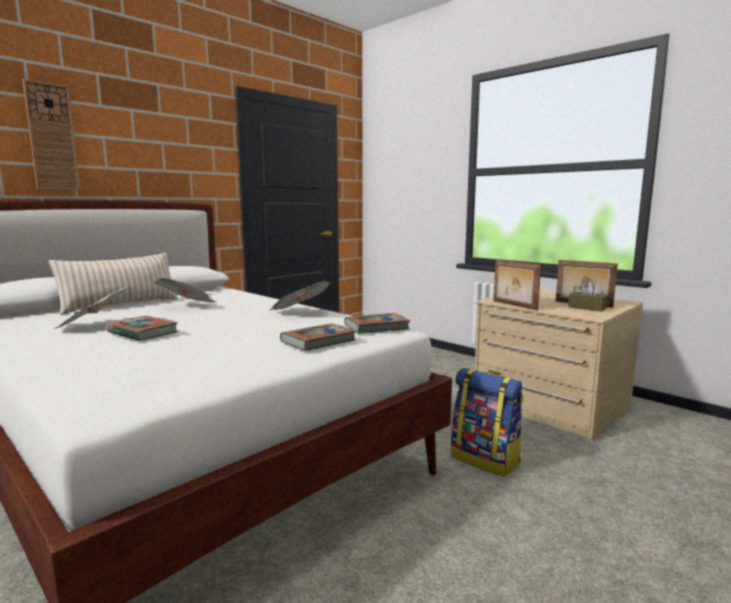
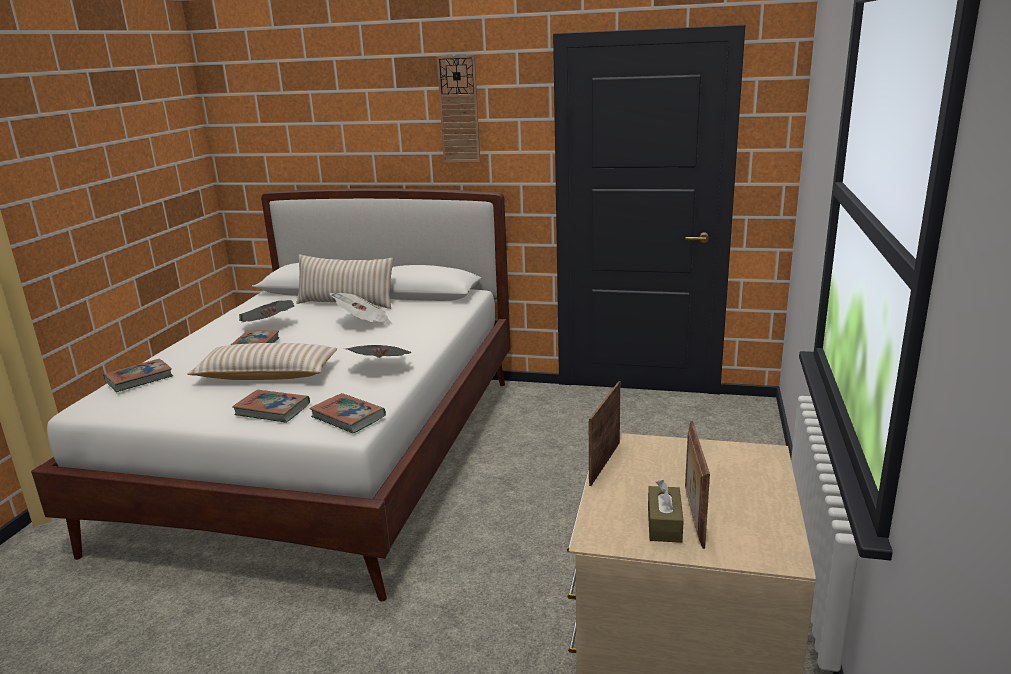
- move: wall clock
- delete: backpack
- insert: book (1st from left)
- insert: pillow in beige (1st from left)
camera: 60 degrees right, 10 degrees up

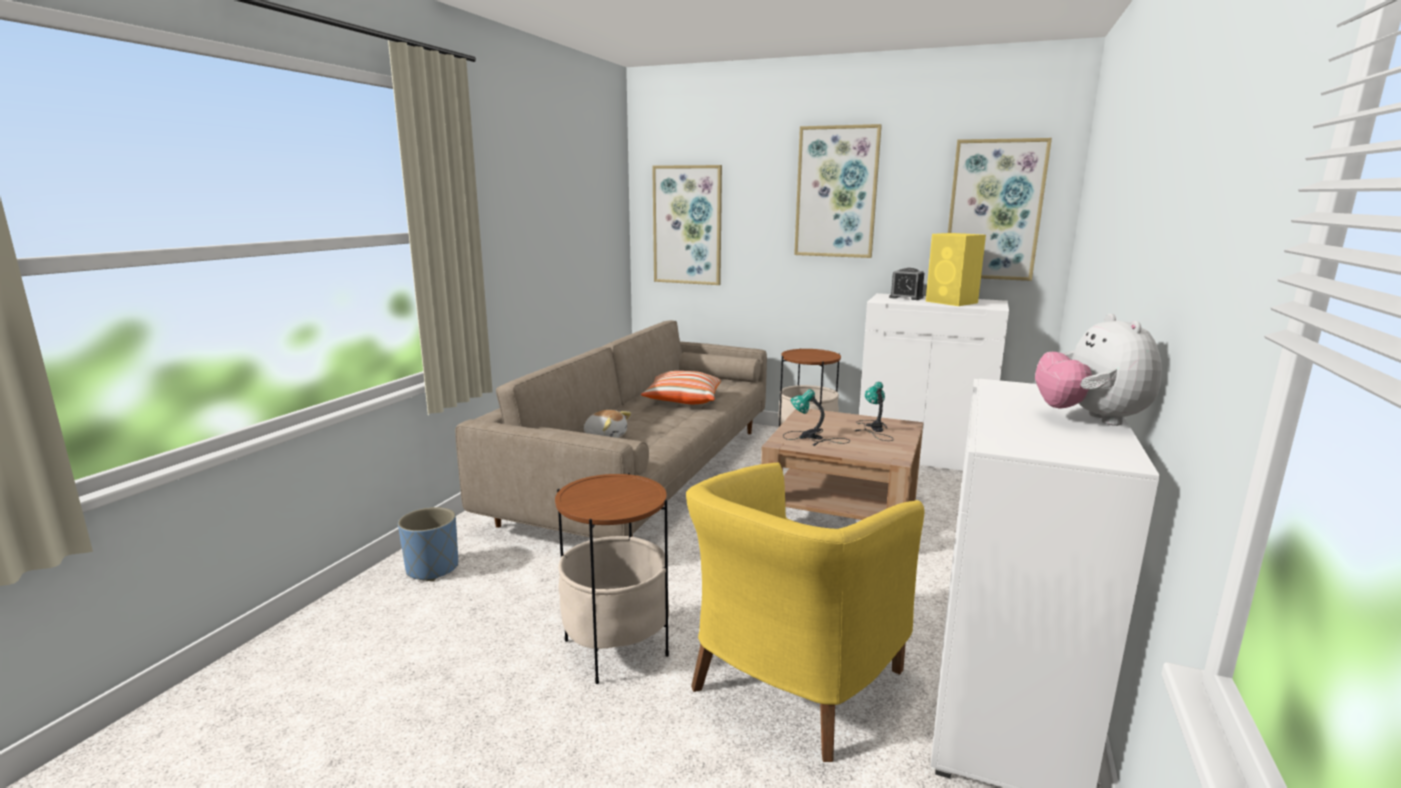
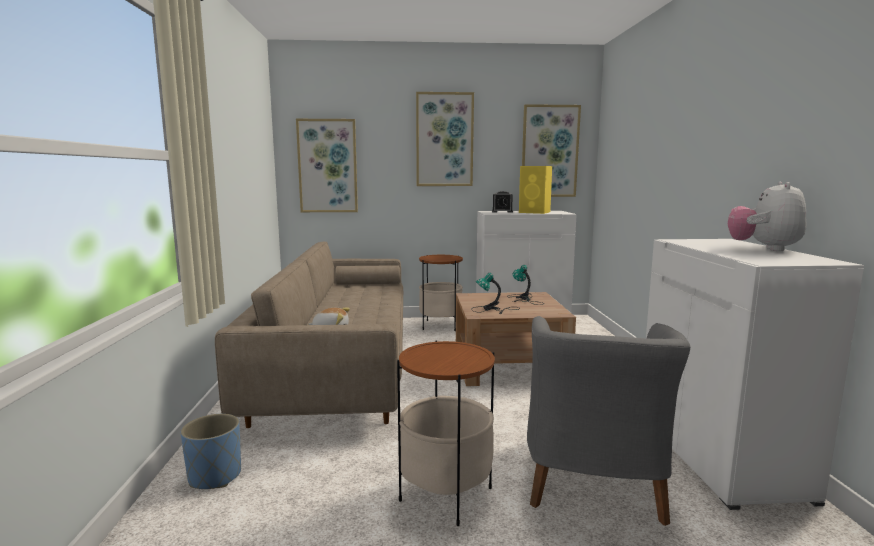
- delete: pillow
- recolor: armchair in yellow to armchair in grey
- rotate: plush toy (2nd from left) 45 degrees clockwise
camera: 25 degrees left, 5 degrees down

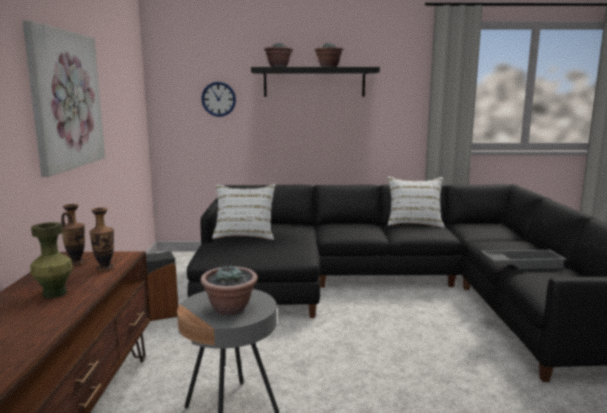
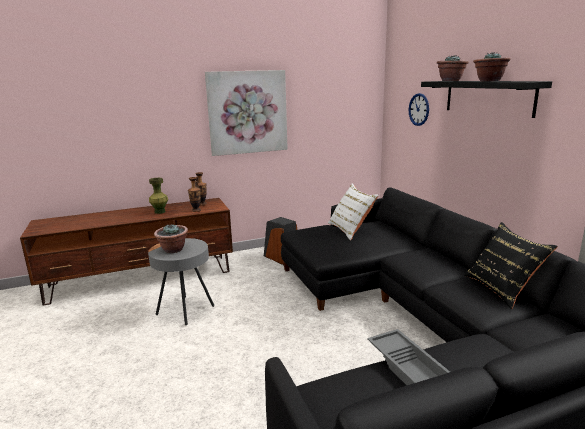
- recolor: pillow in white (2nd from left) to pillow in black
camera: 70 degrees right, 5 degrees up

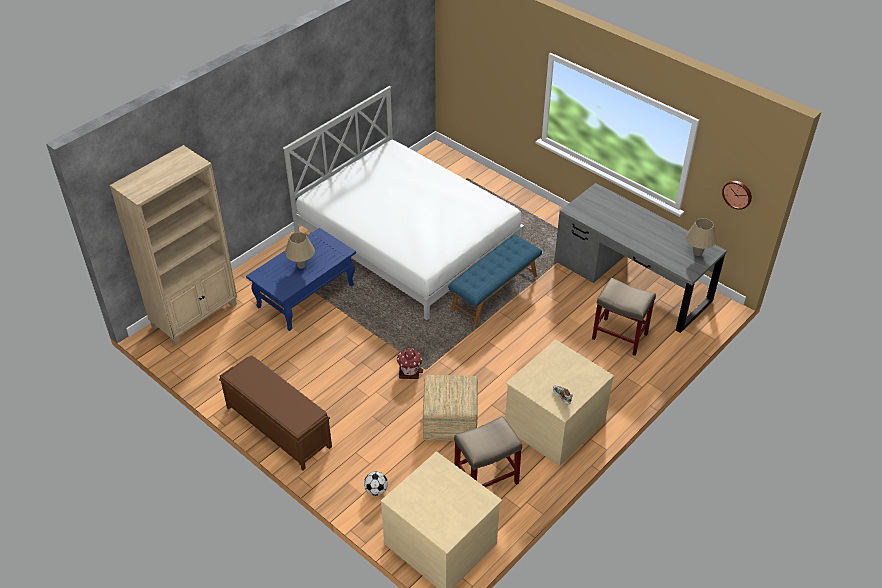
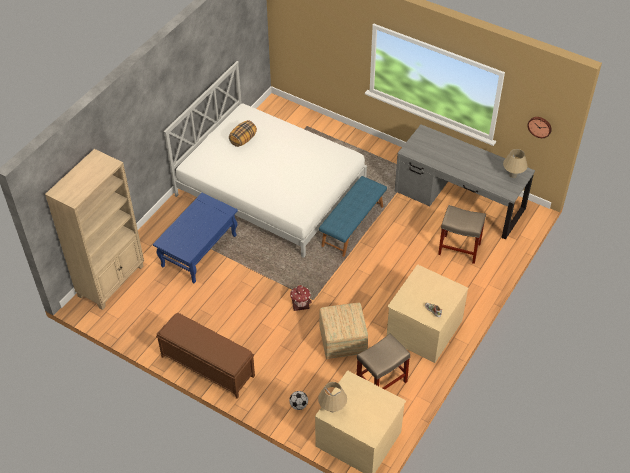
- move: table lamp in beige (1st from left)
- insert: pillow
camera: 10 degrees left, 5 degrees up

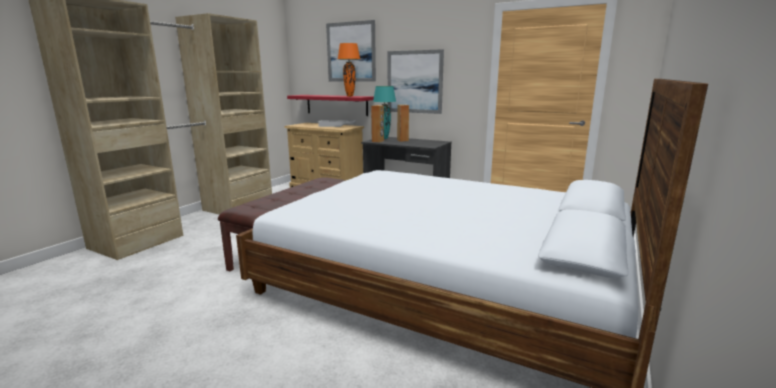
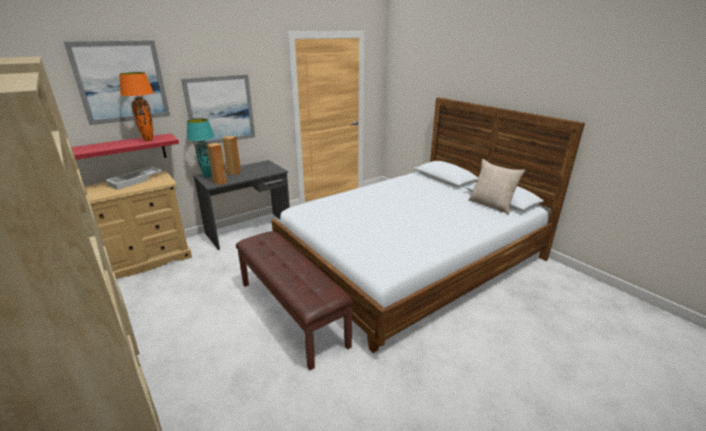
- insert: pillow in beige
camera: 65 degrees left, 10 degrees up

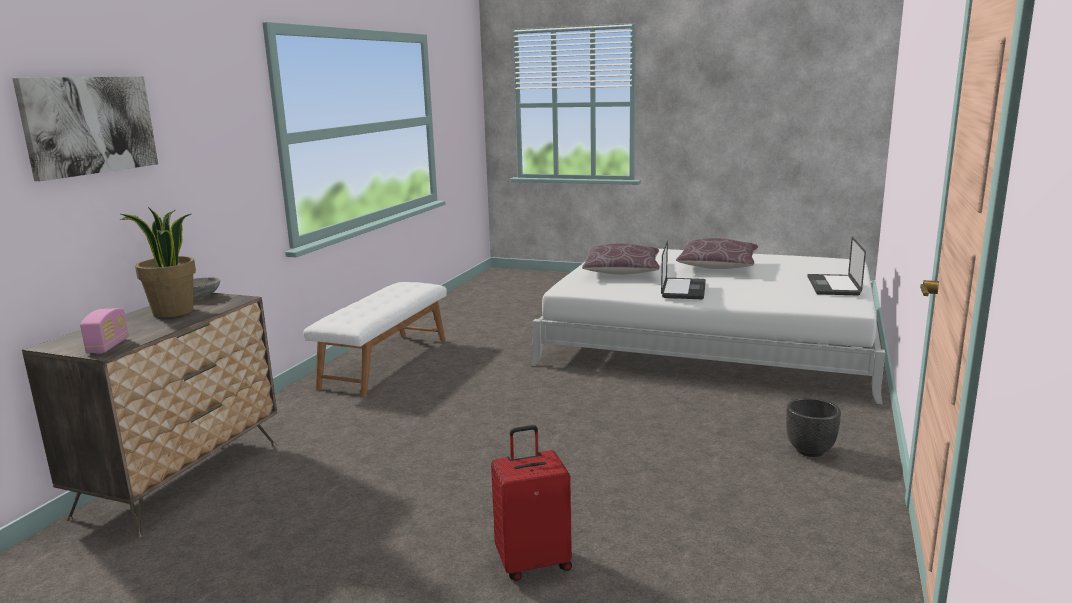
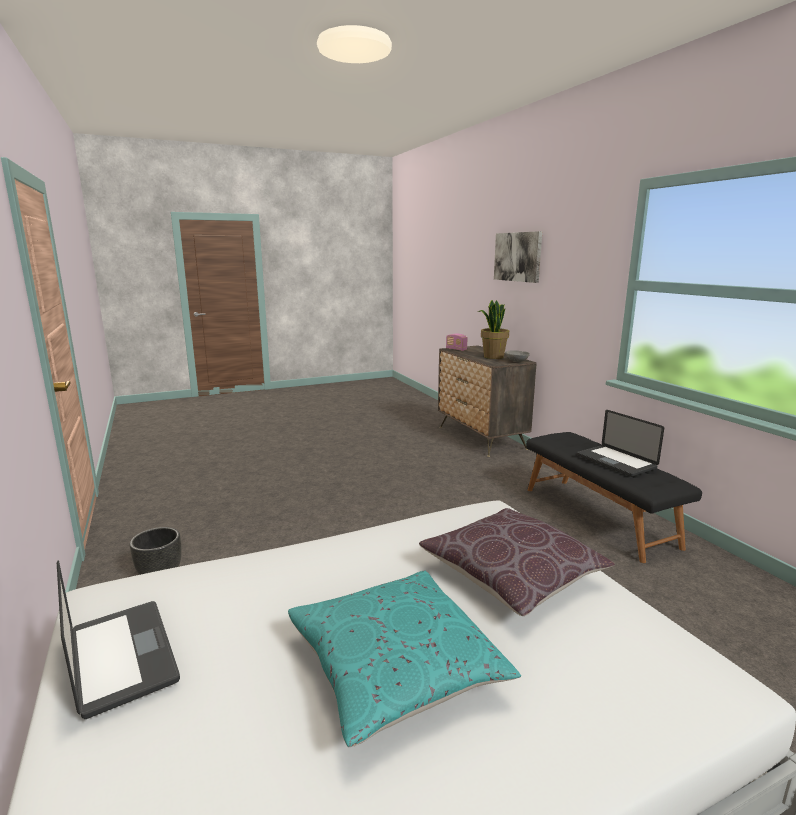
- recolor: bench in white to bench in black
- delete: suitcase in red
- move: laptop (1st from left in the first image) to laptop (2nd from left)
- recolor: pillow in brown (2nd from left) to pillow in turquoise
camera: 135 degrees right, 0 degrees up

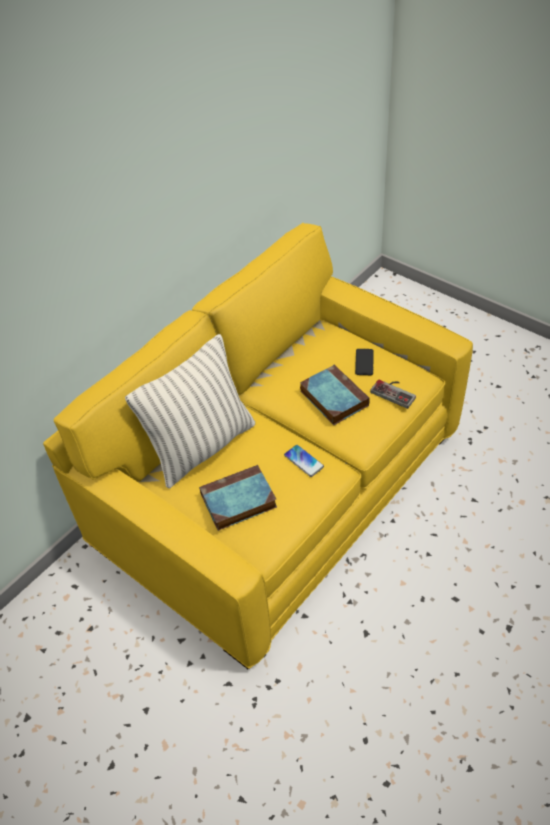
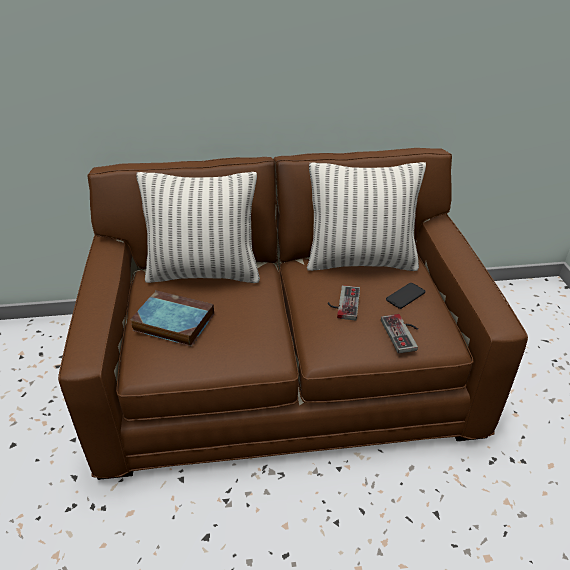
- recolor: sofa in yellow to sofa in brown
- delete: phone (1st from left)
- replace: book (2nd from left) to game controller (1st from left)
- insert: pillow (2nd from left)
camera: 40 degrees right, 10 degrees down

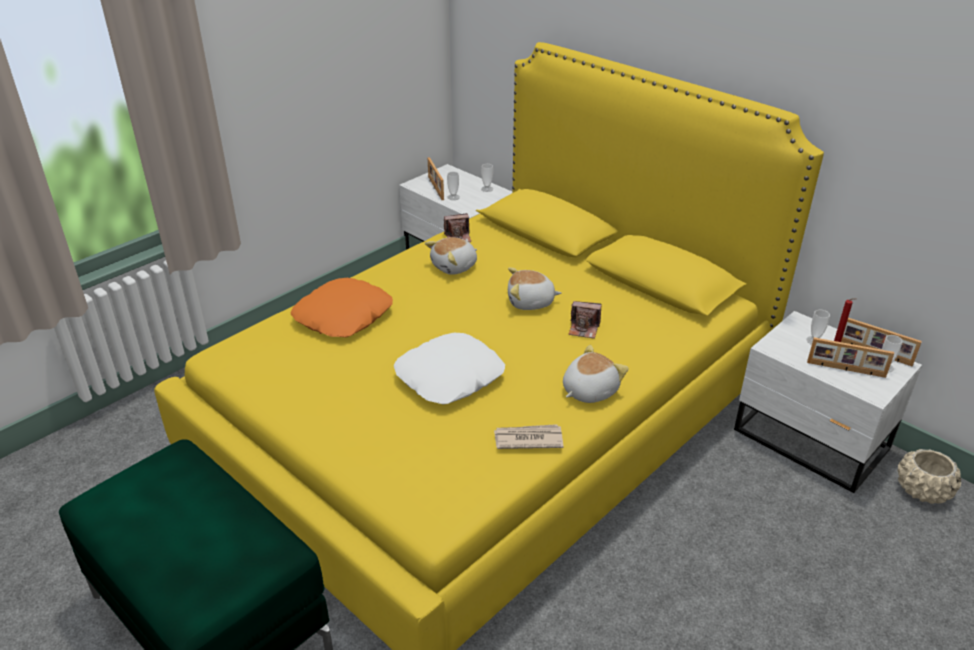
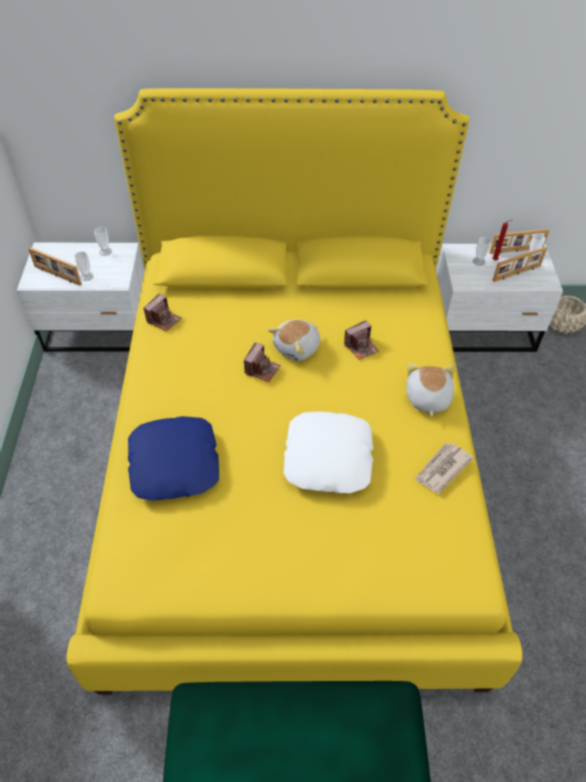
- recolor: pillow in orange to pillow in blue
- delete: plush toy (1st from left)
- insert: photo camera (2nd from left)
camera: 45 degrees left, 15 degrees up

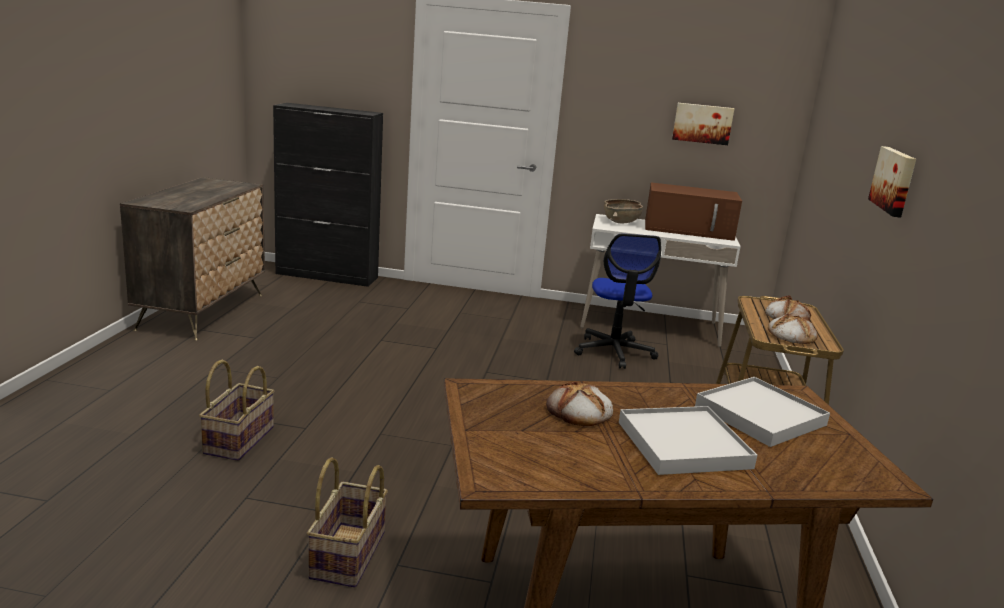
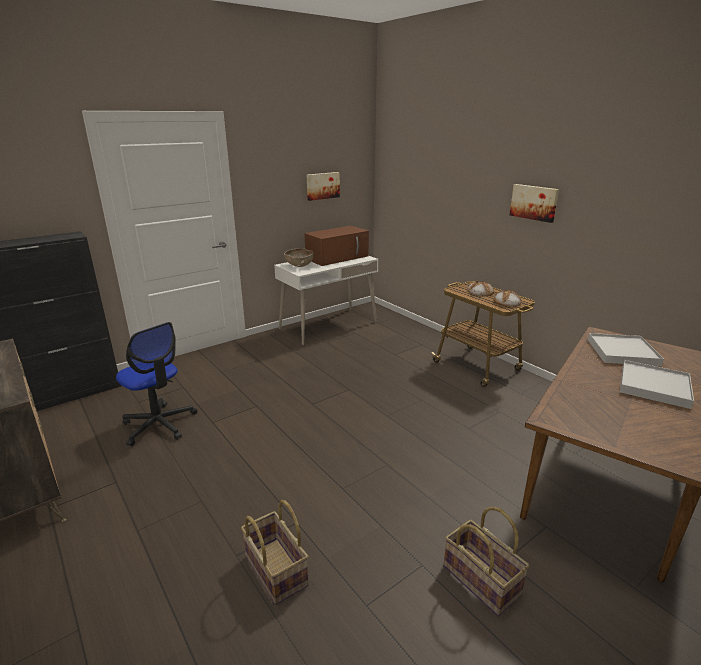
- delete: bread (1st from left)
- move: office chair
camera: 45 degrees left, 5 degrees up

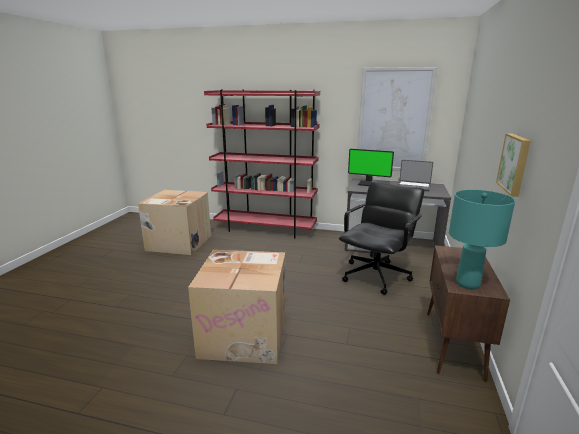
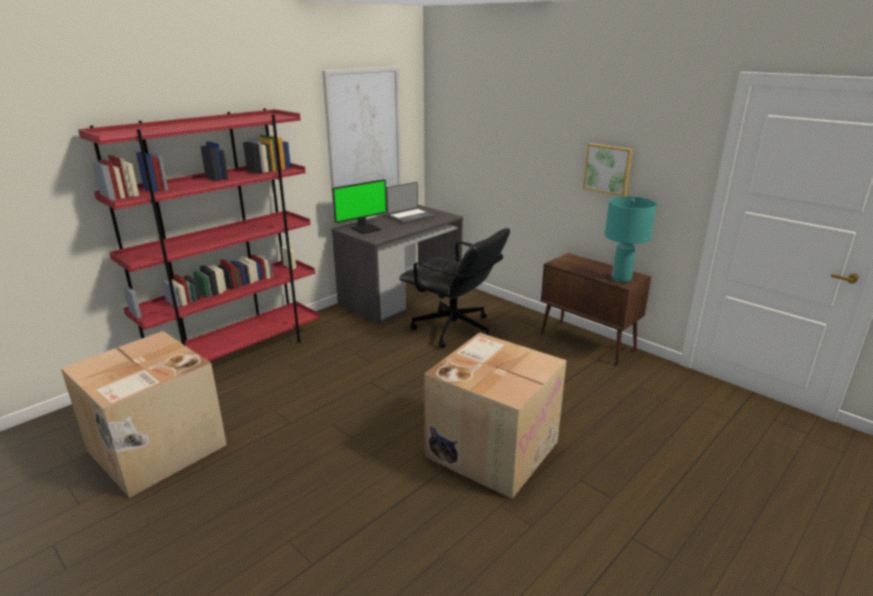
- rotate: office chair in black 150 degrees clockwise
camera: 60 degrees left, 5 degrees up

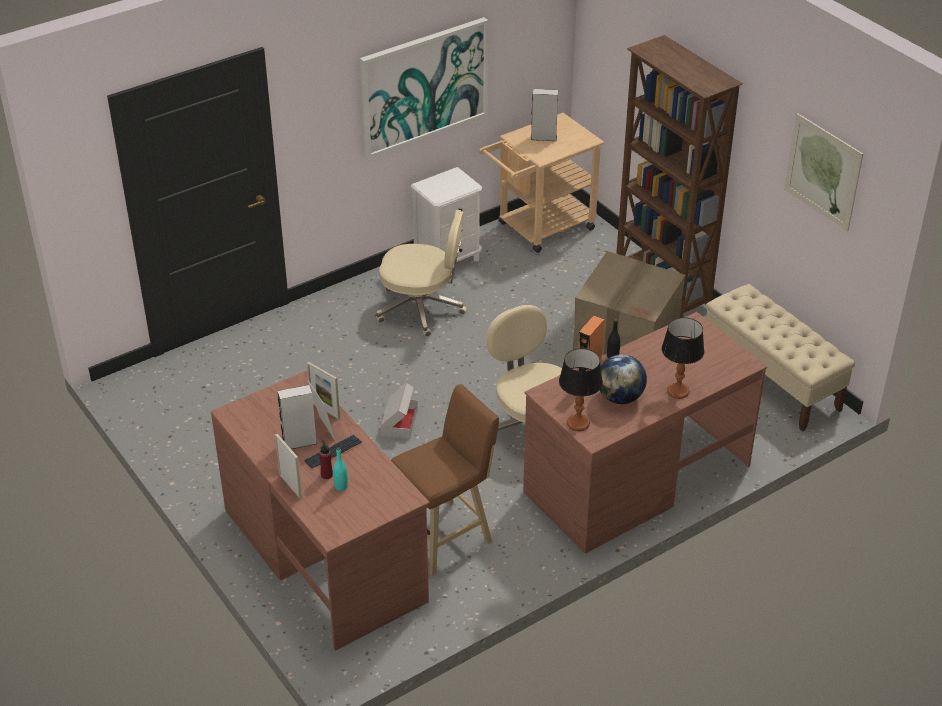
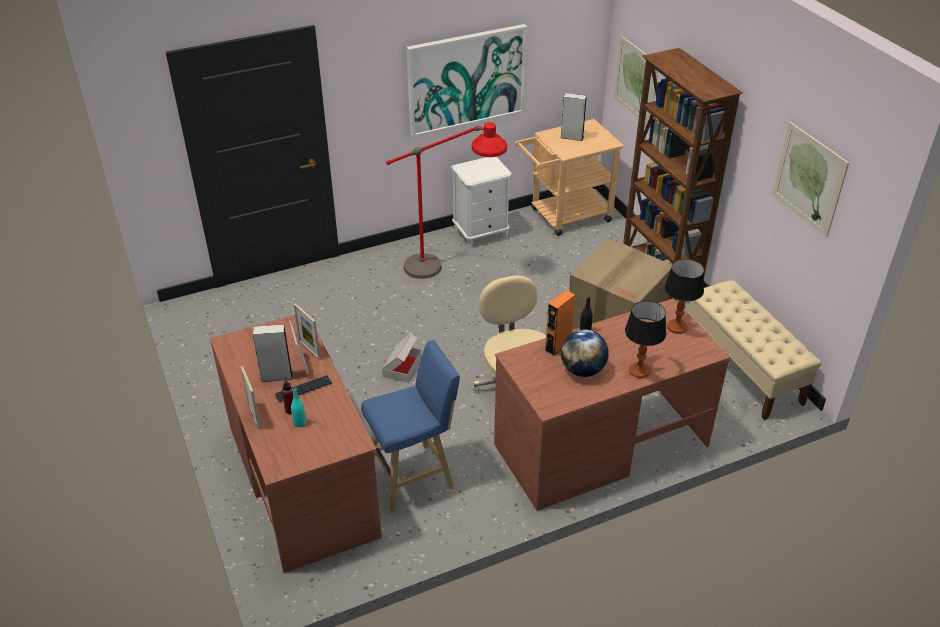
- replace: office chair in beige (1st from left) to floor lamp in red
- recolor: stool in brown to stool in blue
- move: table lamp (1st from left in the first image) to table lamp (2nd from left)
- insert: picture (2nd from left)
camera: 10 degrees right, 0 degrees up

